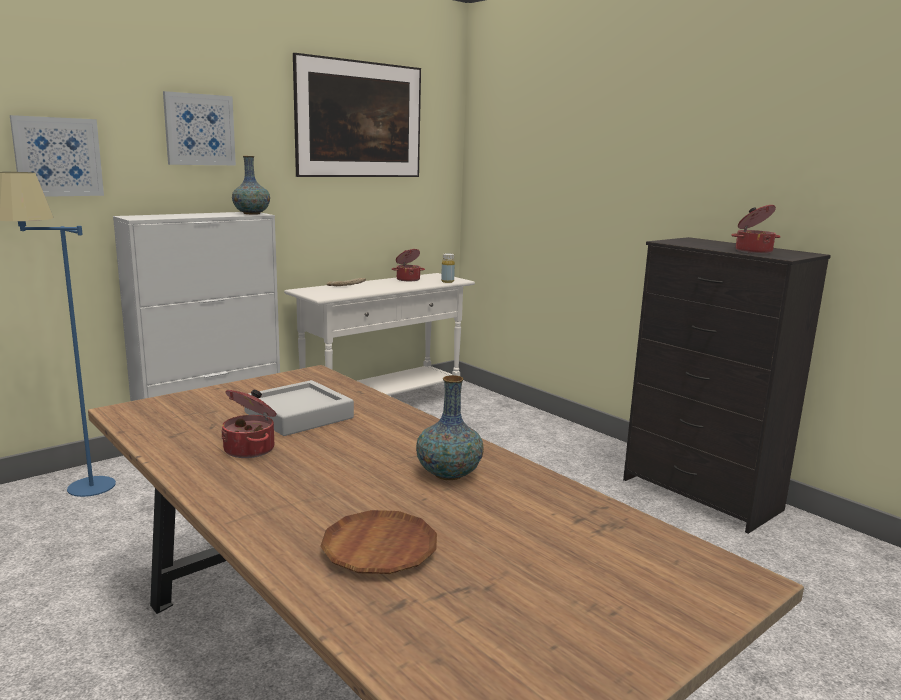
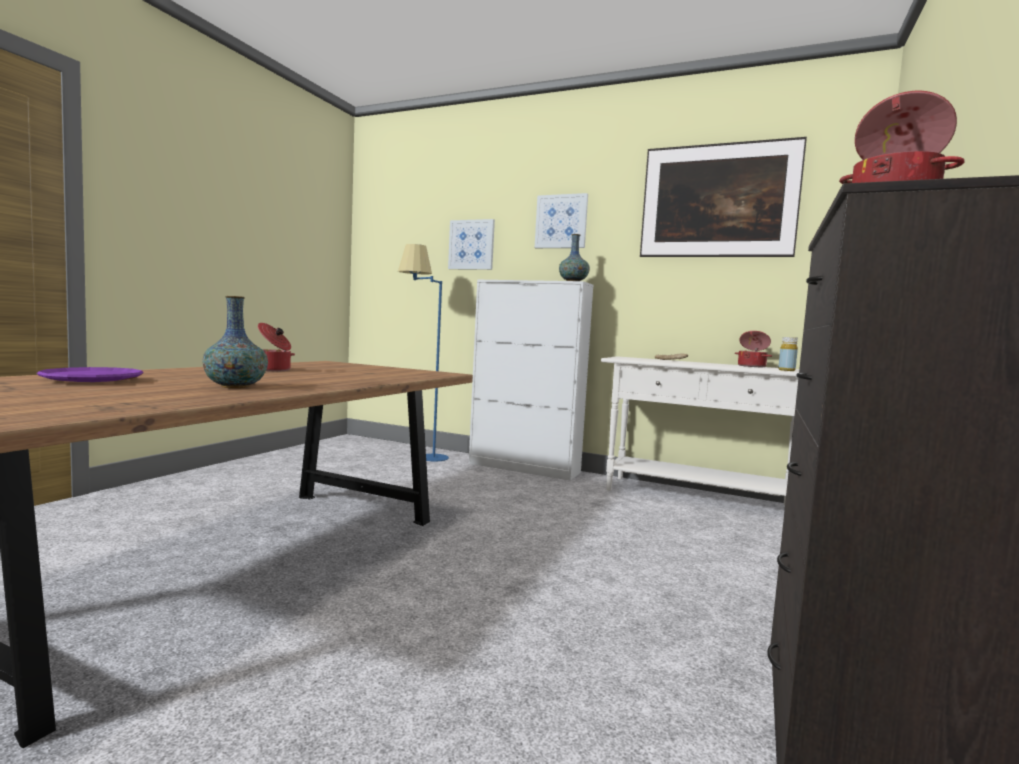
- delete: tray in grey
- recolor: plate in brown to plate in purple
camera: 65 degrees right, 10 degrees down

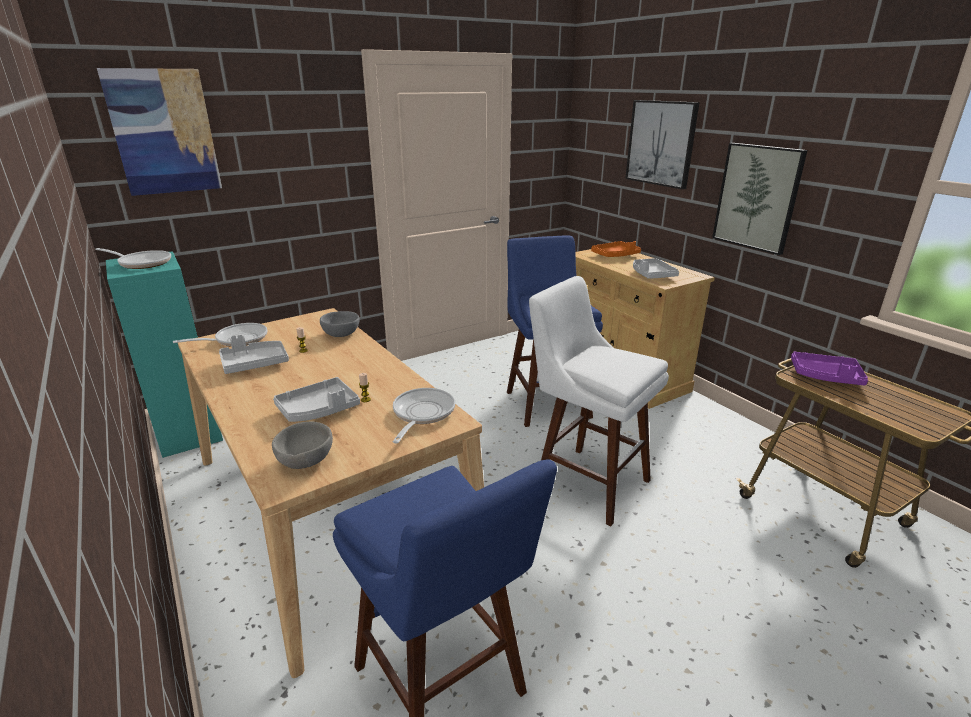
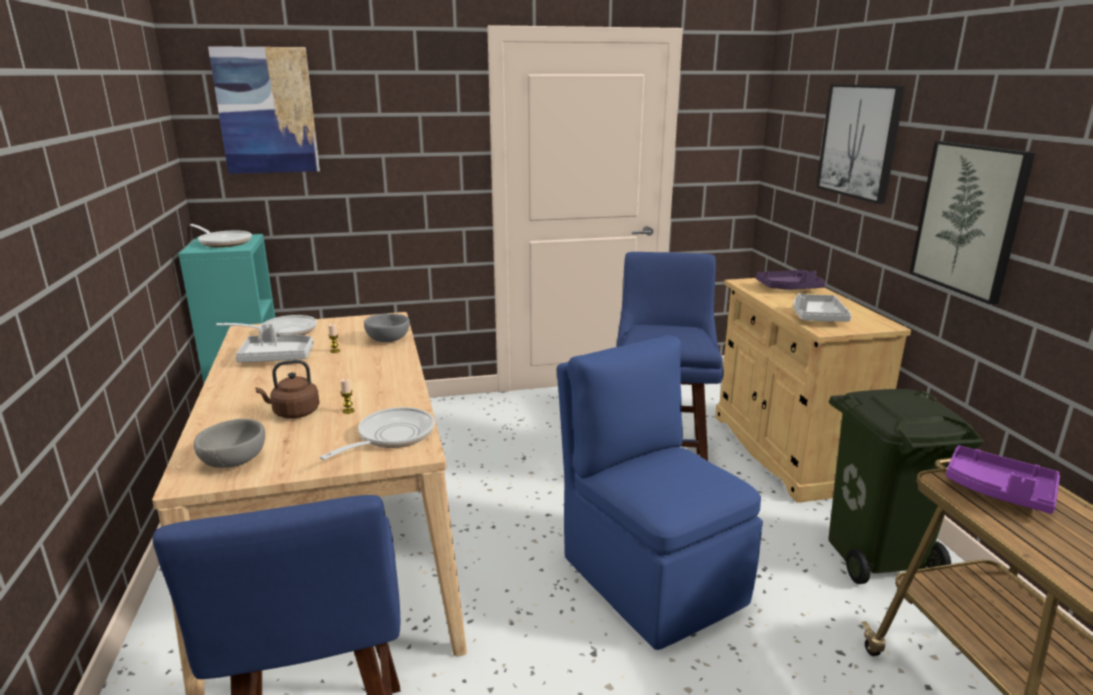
- replace: tray in grey (2nd from left) to kettle in brown
- replace: stool in white to chair in blue
- recolor: tray in orange to tray in purple (1st from left)
- insert: trash can in green
camera: 20 degrees right, 5 degrees down

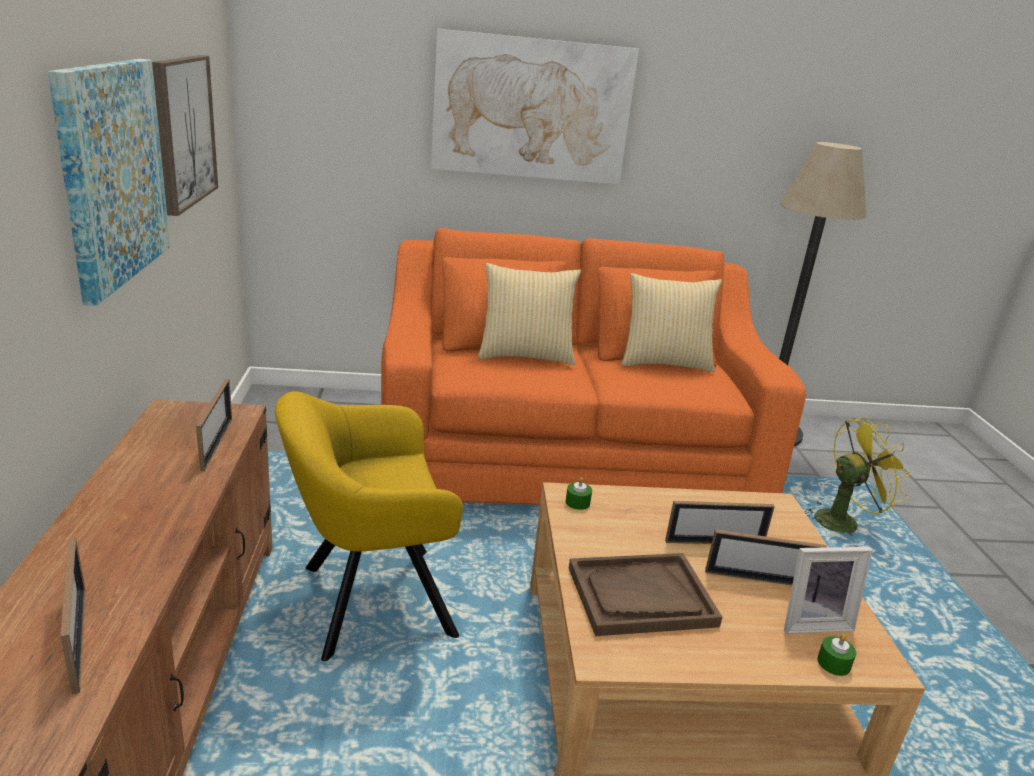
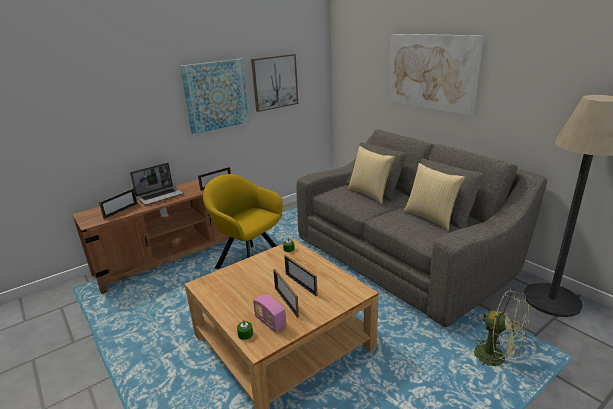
- recolor: sofa in orange to sofa in grey
- delete: tray in brown
- replace: picture frame (5th from left) to radio
- recolor: fan in yellow to fan in green
- insert: laptop
camera: 60 degrees right, 0 degrees up

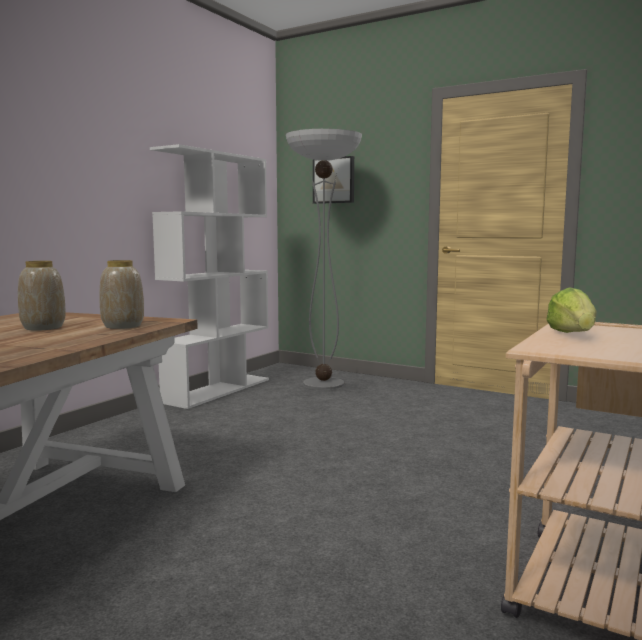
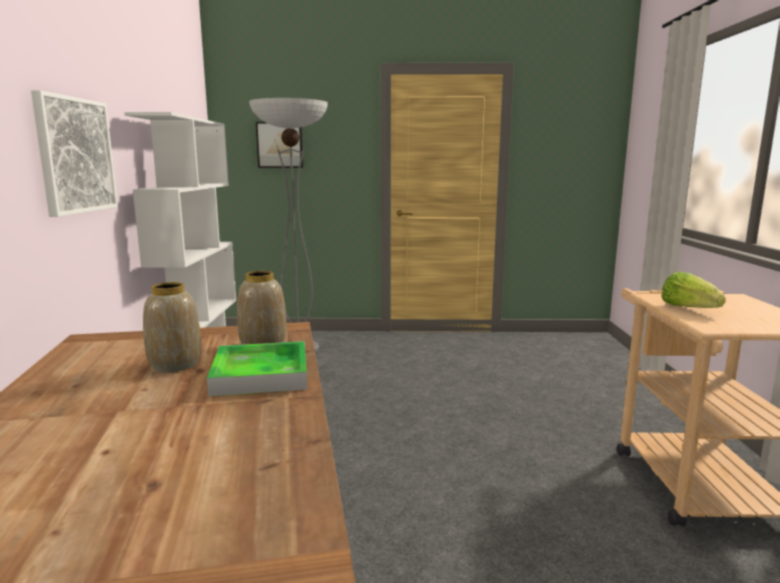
- insert: picture (1st from left)
- insert: tray
camera: 30 degrees left, 5 degrees up

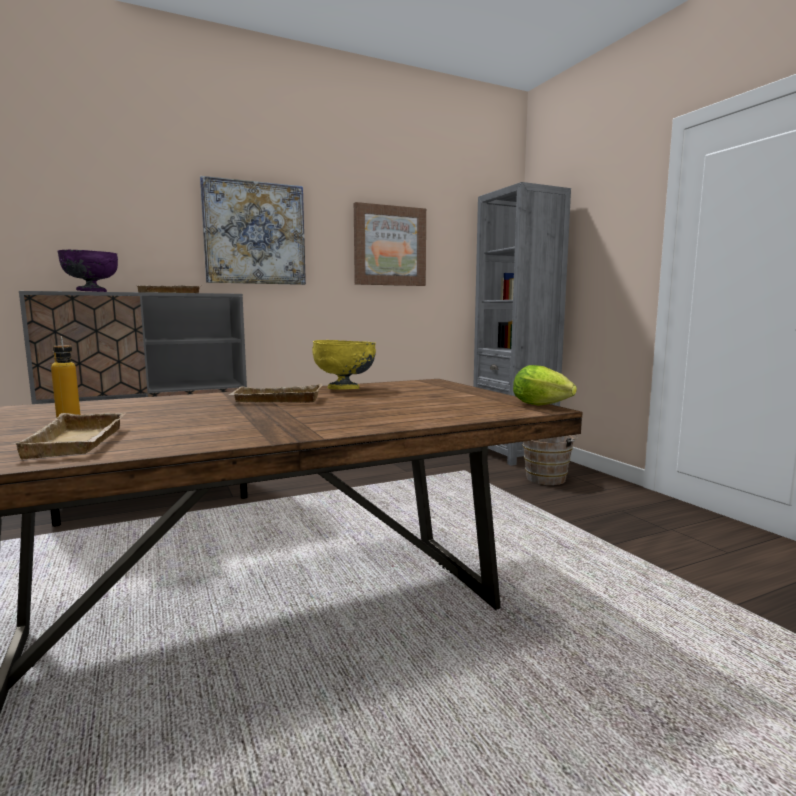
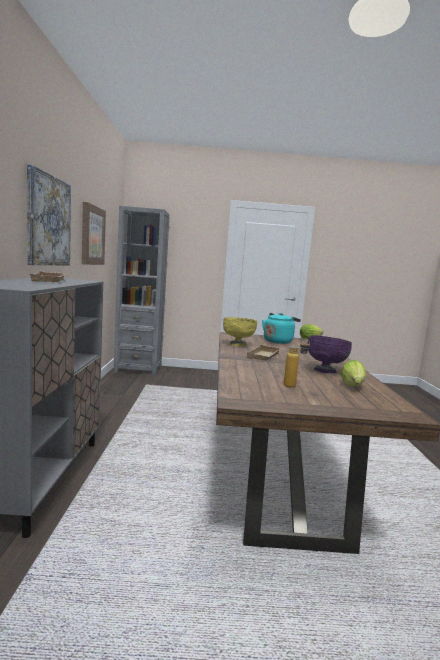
- replace: tray in beige (1st from left) to lettuce (2nd from left)
- move: bowl in purple
- delete: bucket in brown
- insert: kettle in turquoise
camera: 65 degrees left, 0 degrees up

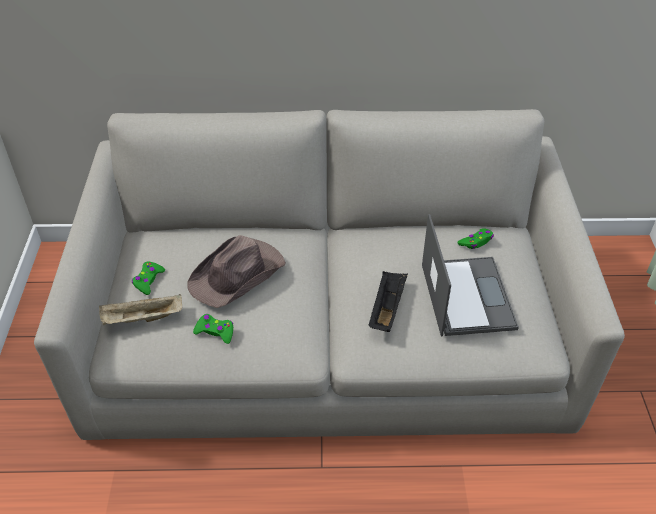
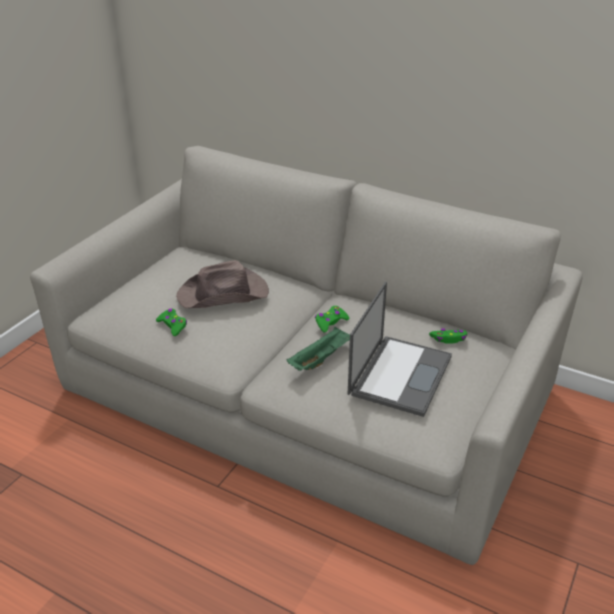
- delete: tray in beige
- move: game controller in green (1st from left in the first image) to game controller in green (2nd from left)
- recolor: tray in black to tray in green
camera: 30 degrees right, 10 degrees down

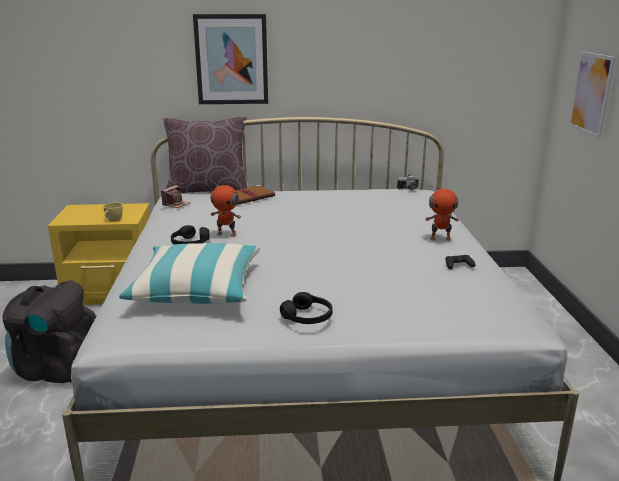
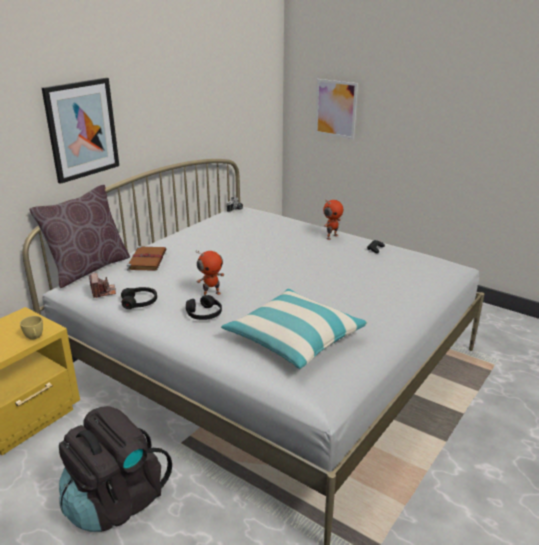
- move: headphones in black (2nd from left in the first image) to headphones in black (1st from left)
camera: 50 degrees left, 5 degrees up

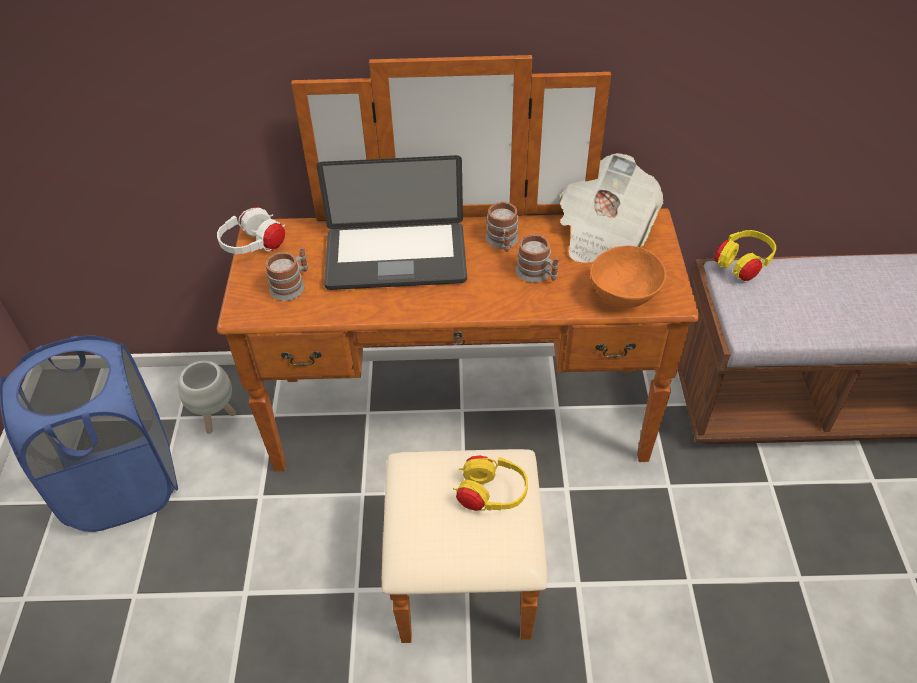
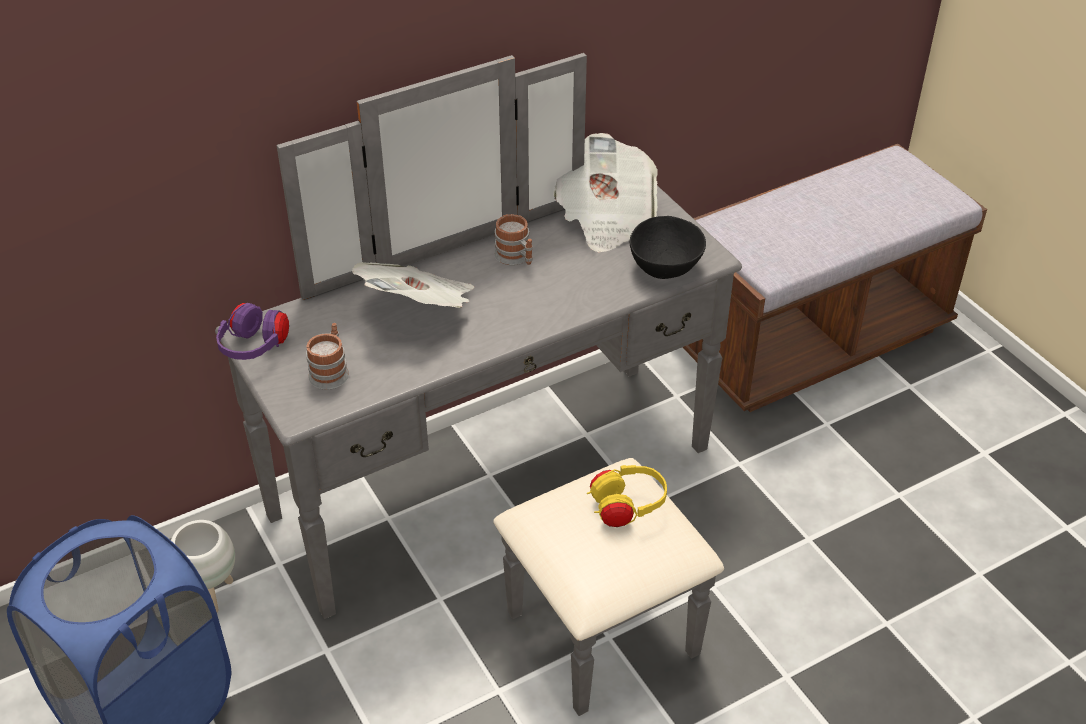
- recolor: dresser in brown to dresser in grey
- recolor: headphones in white to headphones in purple
- replace: laptop to newspaper (1st from left)
- delete: mug (3rd from left)
- recolor: bowl in orange to bowl in black
- delete: headphones in yellow (2nd from left)
camera: 30 degrees left, 5 degrees down

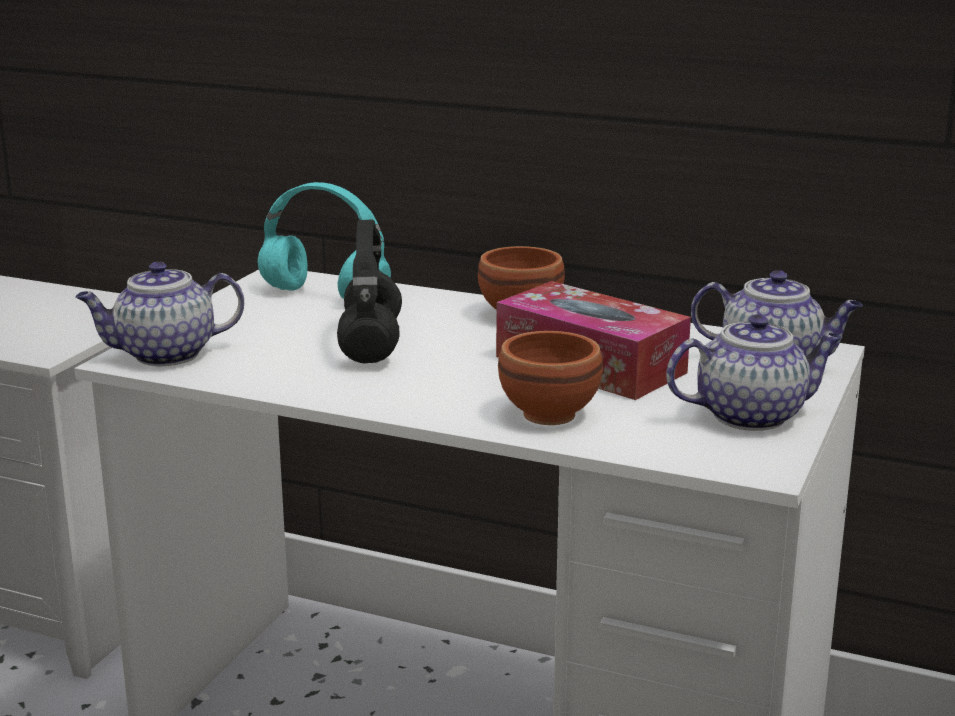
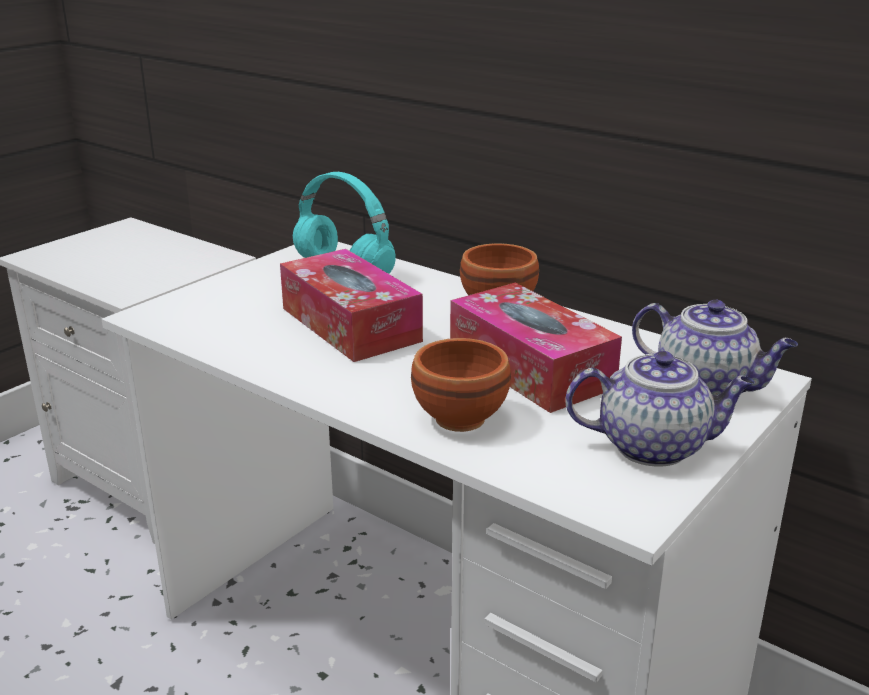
- delete: teapot (1st from left)
- replace: headphones in black to tissue box (1st from left)
camera: 15 degrees right, 5 degrees up

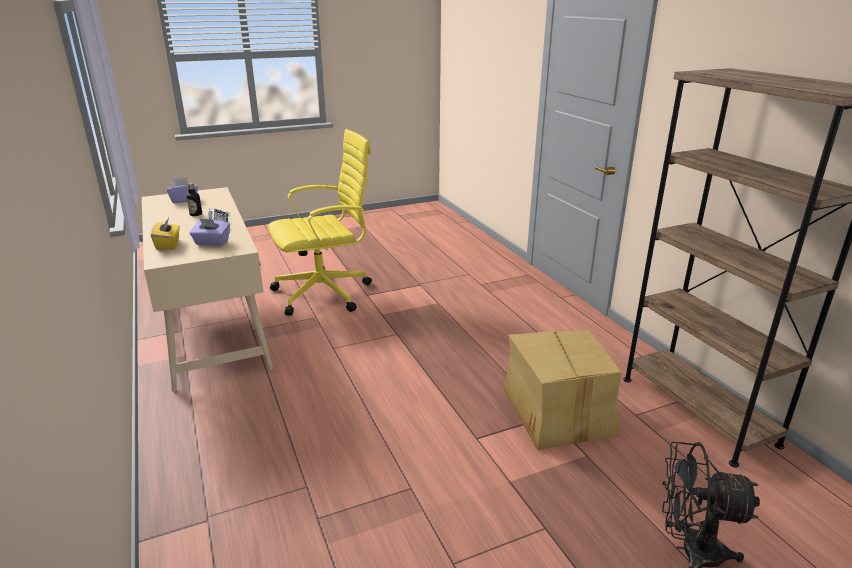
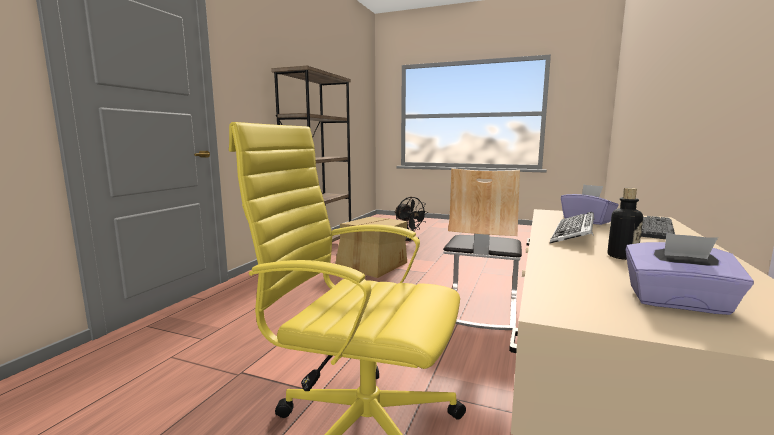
- replace: tissue box in yellow to keyboard (2nd from left)
- insert: chair
camera: 135 degrees left, 15 degrees down

